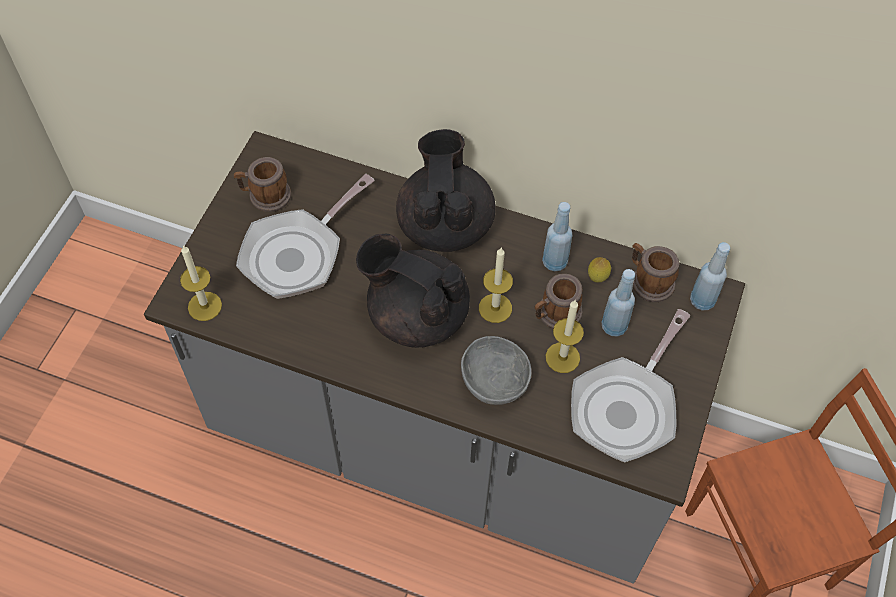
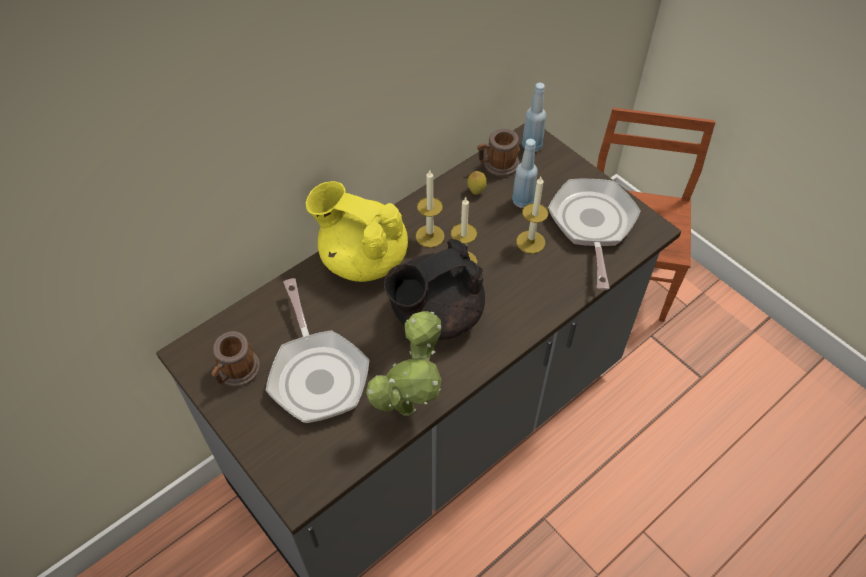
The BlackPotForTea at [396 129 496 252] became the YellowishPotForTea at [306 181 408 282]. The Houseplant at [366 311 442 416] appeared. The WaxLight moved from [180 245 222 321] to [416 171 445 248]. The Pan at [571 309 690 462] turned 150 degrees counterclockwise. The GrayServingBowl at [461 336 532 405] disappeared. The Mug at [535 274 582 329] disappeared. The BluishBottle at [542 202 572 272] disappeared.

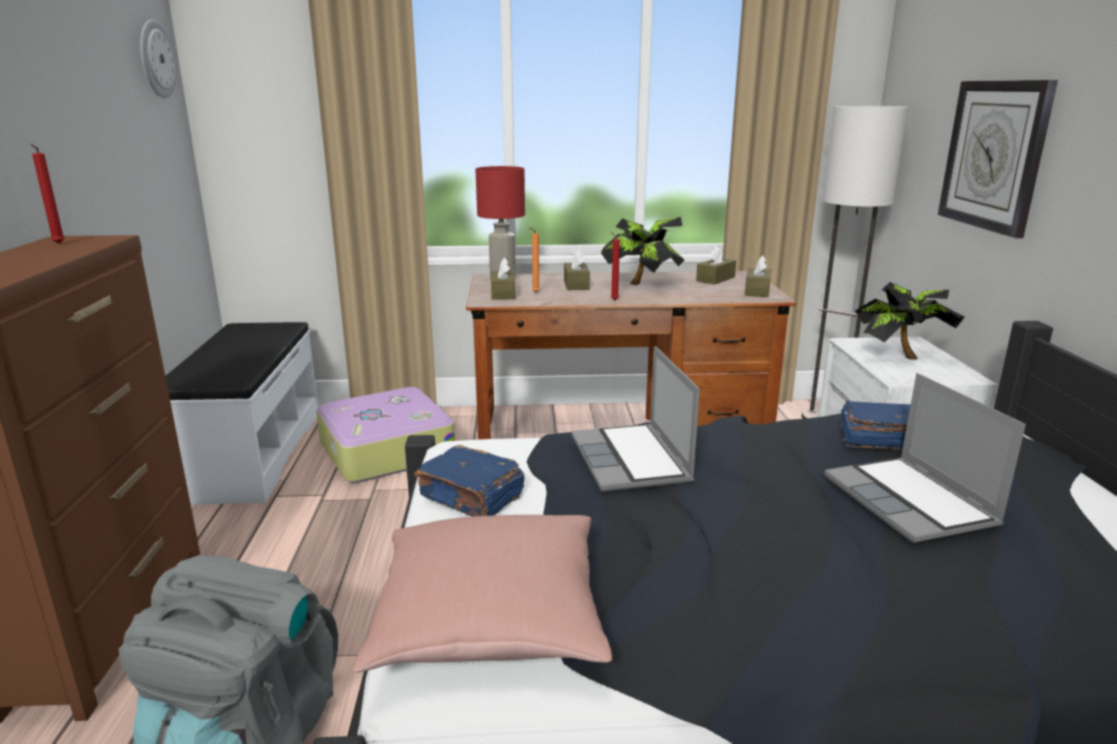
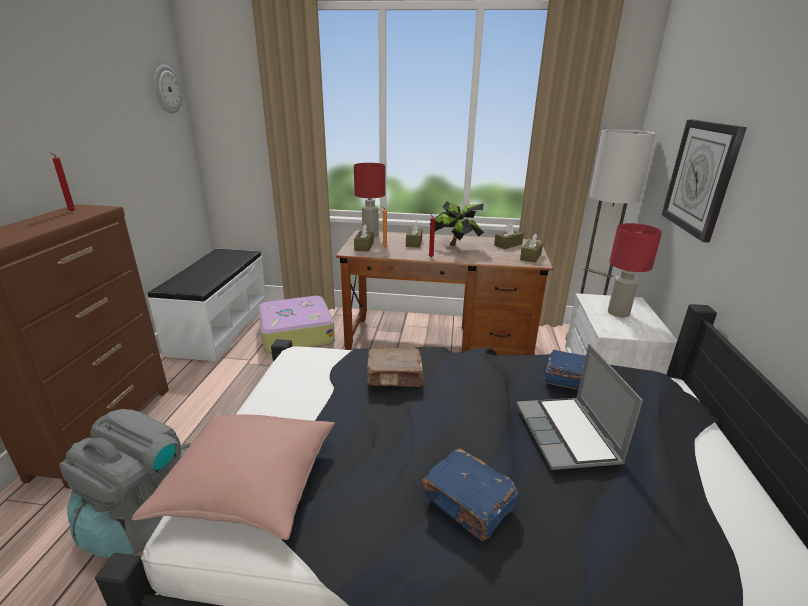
The Laptop at [571 346 700 492] was replaced by the BrownishBook at [367 348 423 387]. The BluishBook moved from [414 445 524 517] to [422 448 518 542]. The Houseplant at [855 282 965 360] was replaced by the RedColouredTabletopLamp at [608 223 662 317].

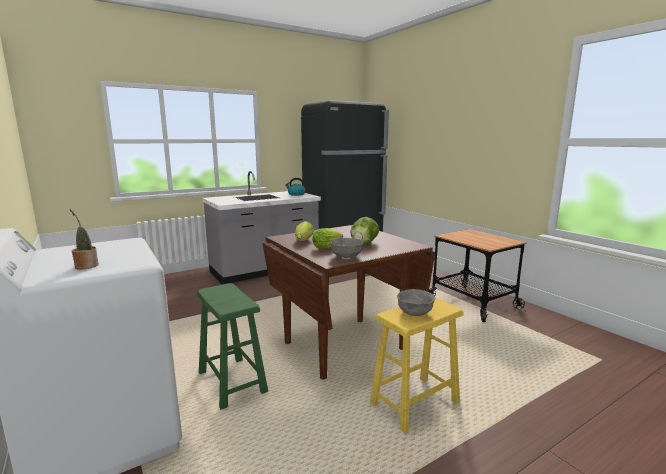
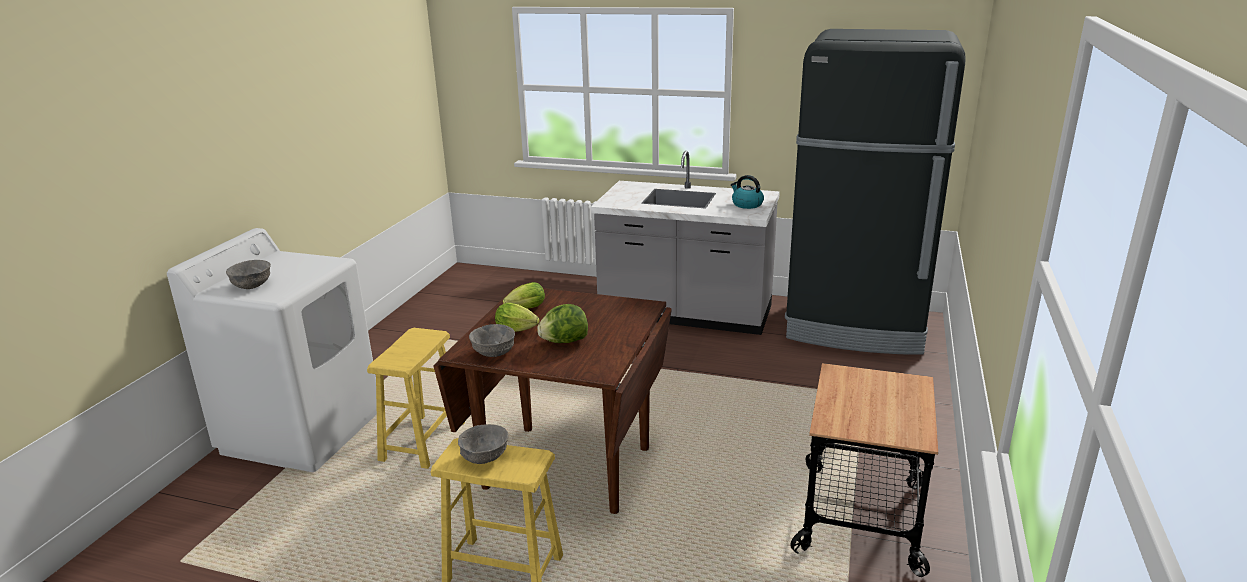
The Houseplant at [70 209 99 269] was replaced by the GrayServingBowl at [226 260 271 289]. The GreenStoolSeat at [197 283 268 410] became the YellowishStoolSeat at [367 328 465 469].

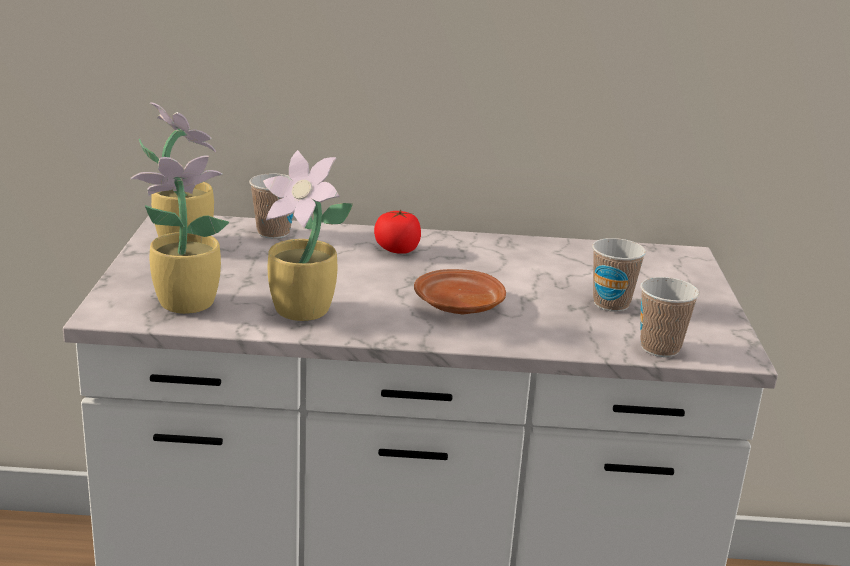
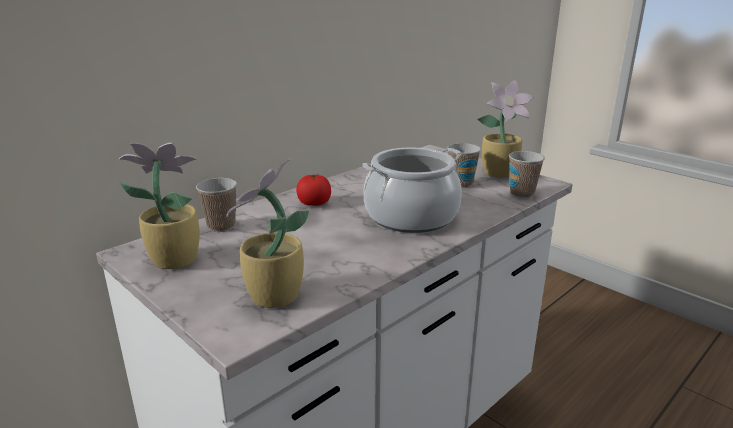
The BrownishDinnerPlate at [414 269 506 314] was replaced by the Saucepot at [362 148 462 233]. The Houseplant moved from [263 150 353 321] to [478 80 534 178].

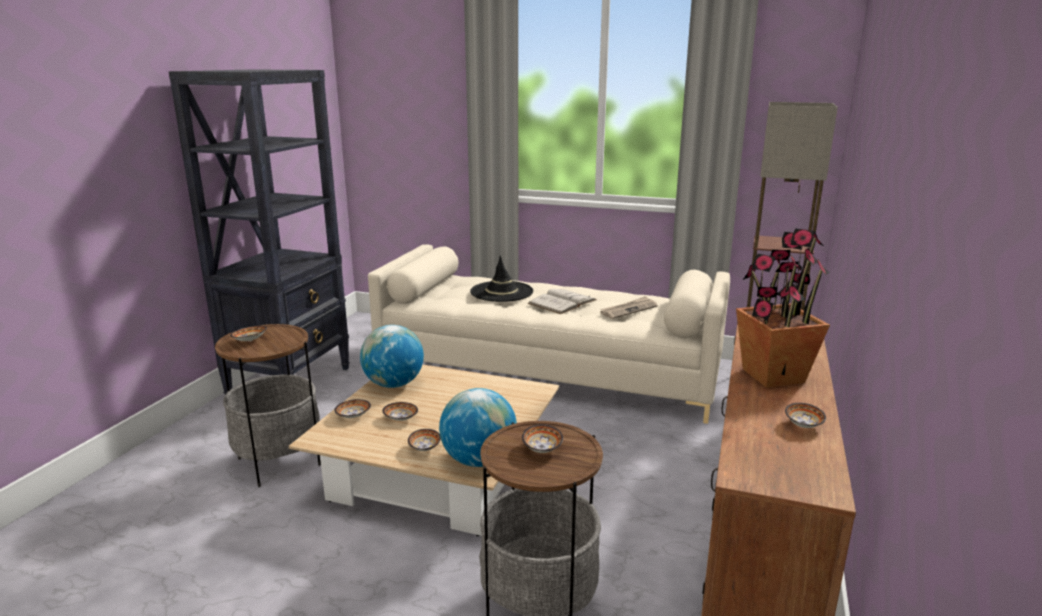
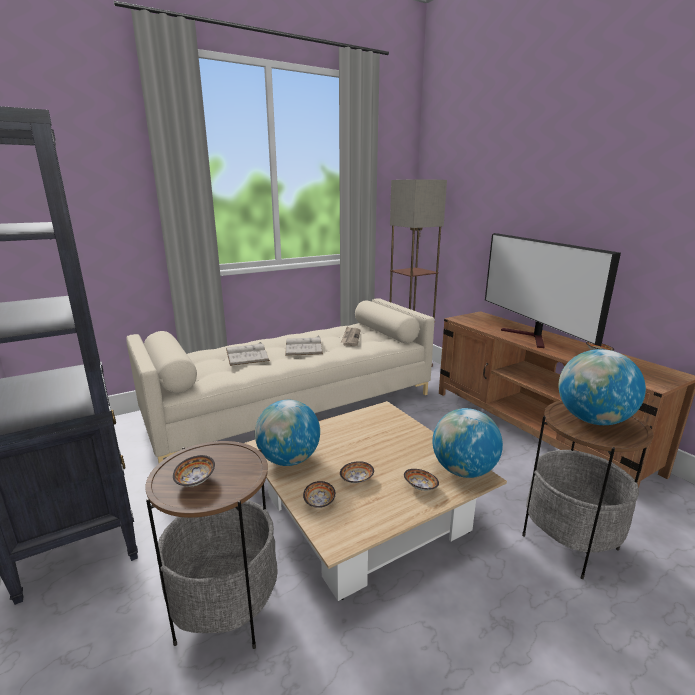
The BlackClothingHat at [470 255 533 302] was replaced by the WhiteBook at [226 342 270 366]. The Houseplant at [736 228 830 388] was replaced by the Television at [485 233 621 348]. The ServingBowl at [522 424 563 453] was replaced by the WorldGlobe at [559 349 646 425].

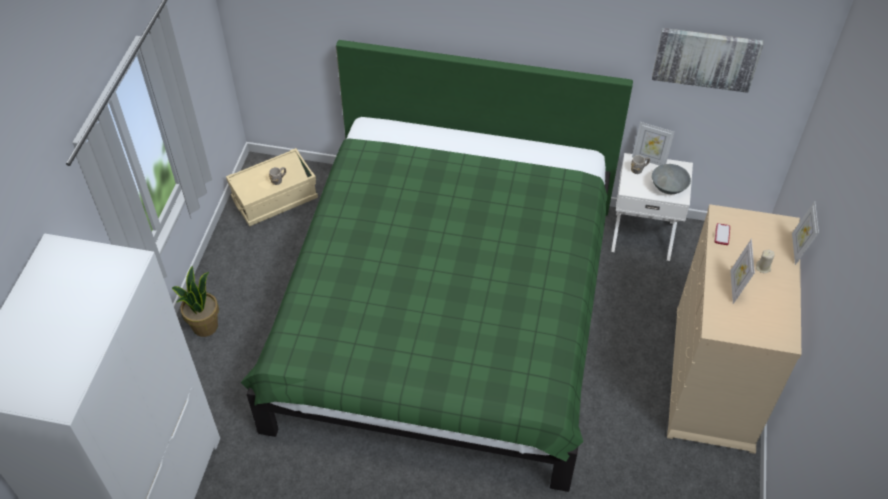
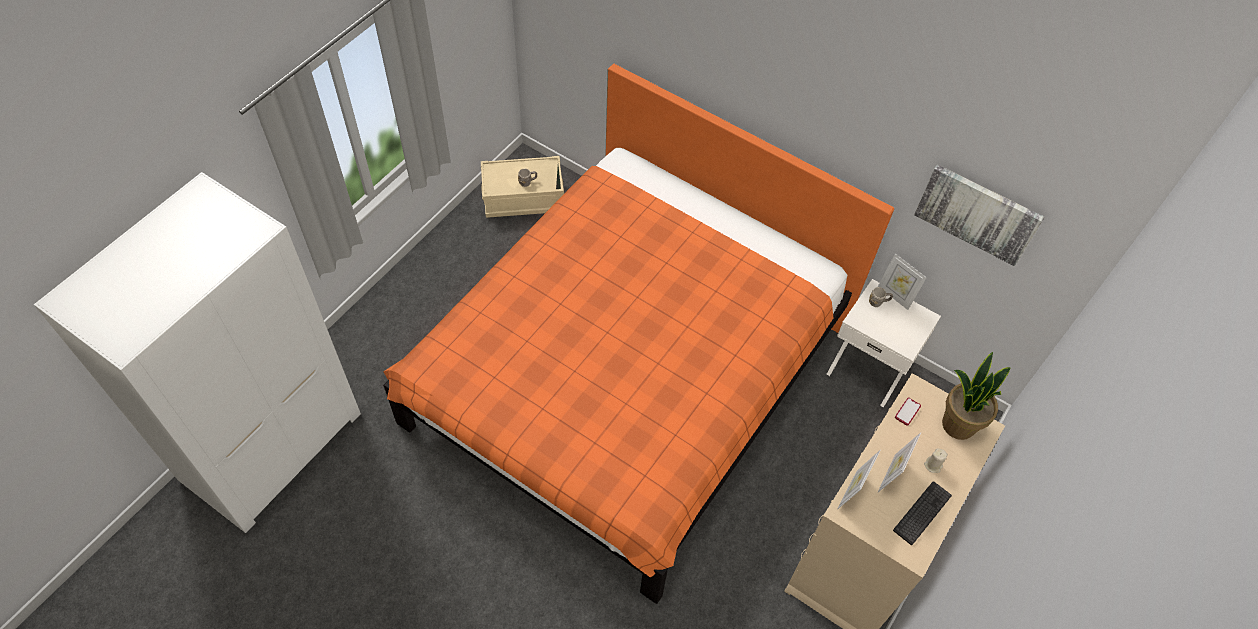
The GreenSleepingBed at [240 40 633 492] became the OrangeSleepingBed at [383 64 894 604]. The PhotoFrame moved from [792 201 819 265] to [837 450 881 509]. The PcKeyboard at [893 481 952 545] appeared. The Houseplant moved from [172 265 219 337] to [942 352 1011 440]. The GrayServingBowl at [652 164 691 194] disappeared.

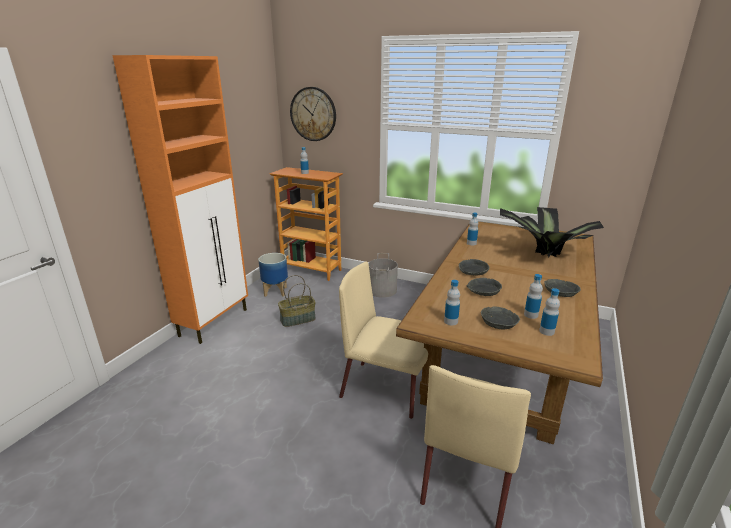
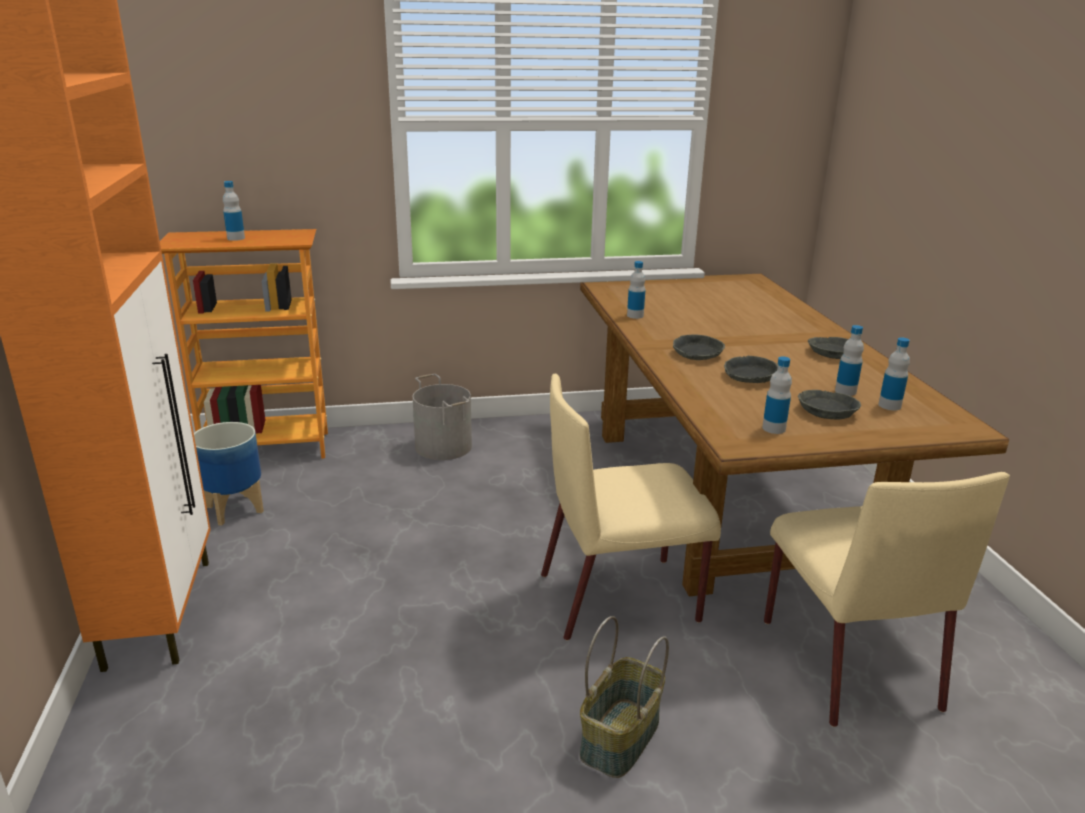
The HouseholdBasket moved from [278 275 316 327] to [580 616 669 778]. The ClockOnTheWall at [290 87 336 141] disappeared. The Houseplant at [500 207 604 257] disappeared.

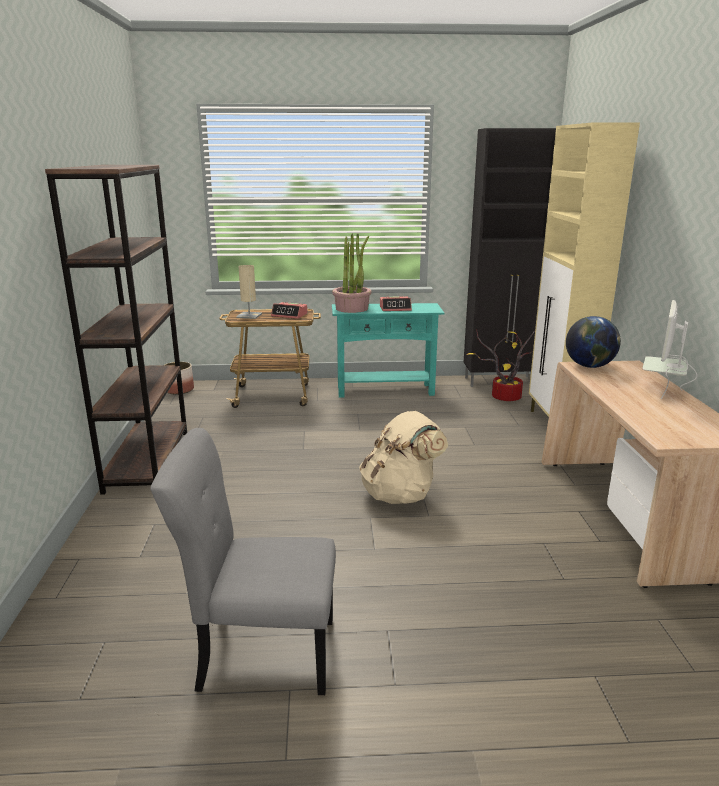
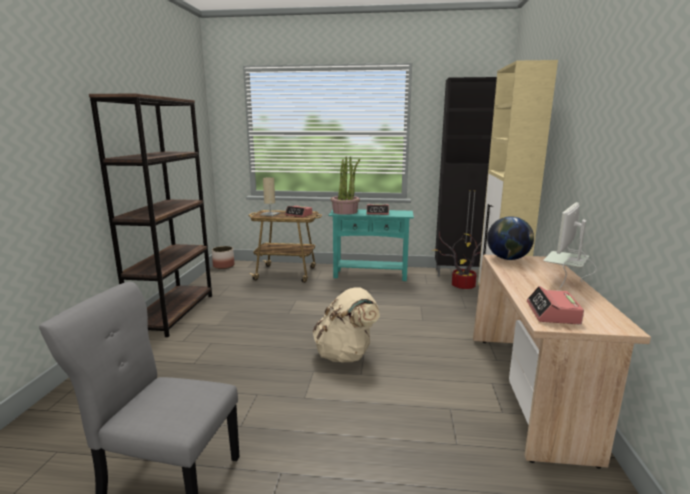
The AlarmClock at [527 286 584 325] appeared.

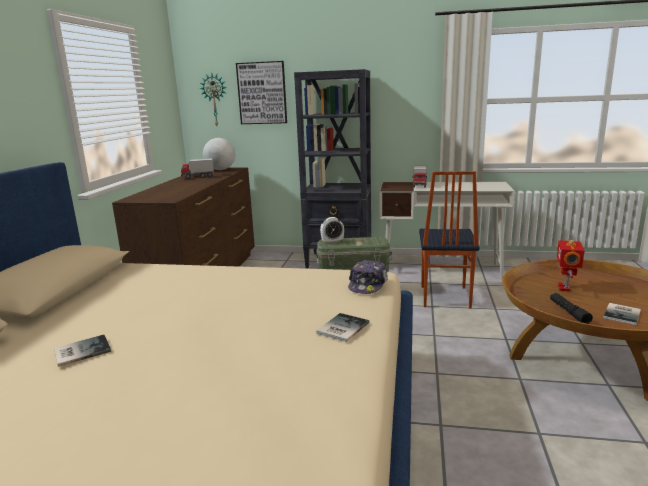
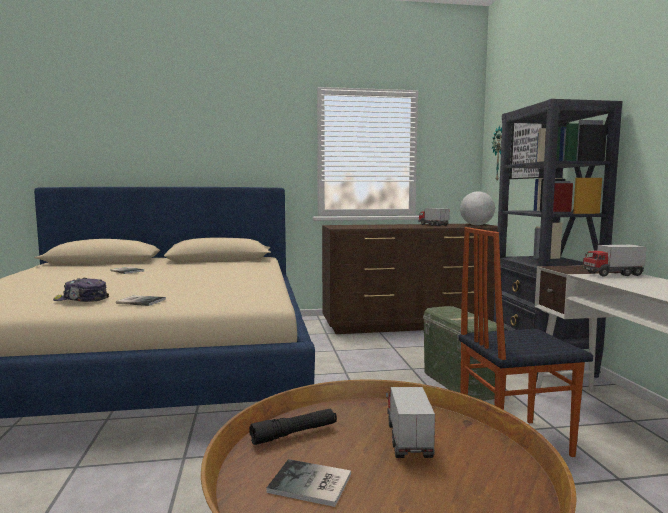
The Cap moved from [348 260 388 294] to [53 278 109 302]. The RobotFigure at [557 240 585 292] was replaced by the ToyTruck at [386 387 435 458]. The AlarmClock at [320 217 344 244] disappeared.

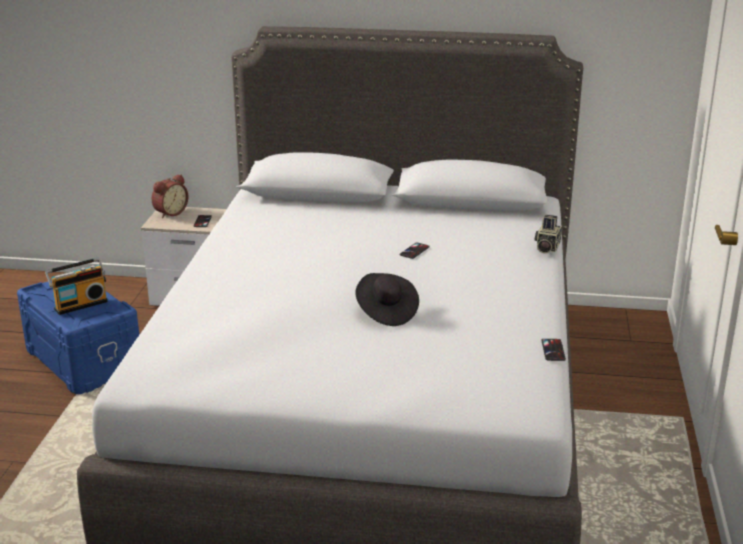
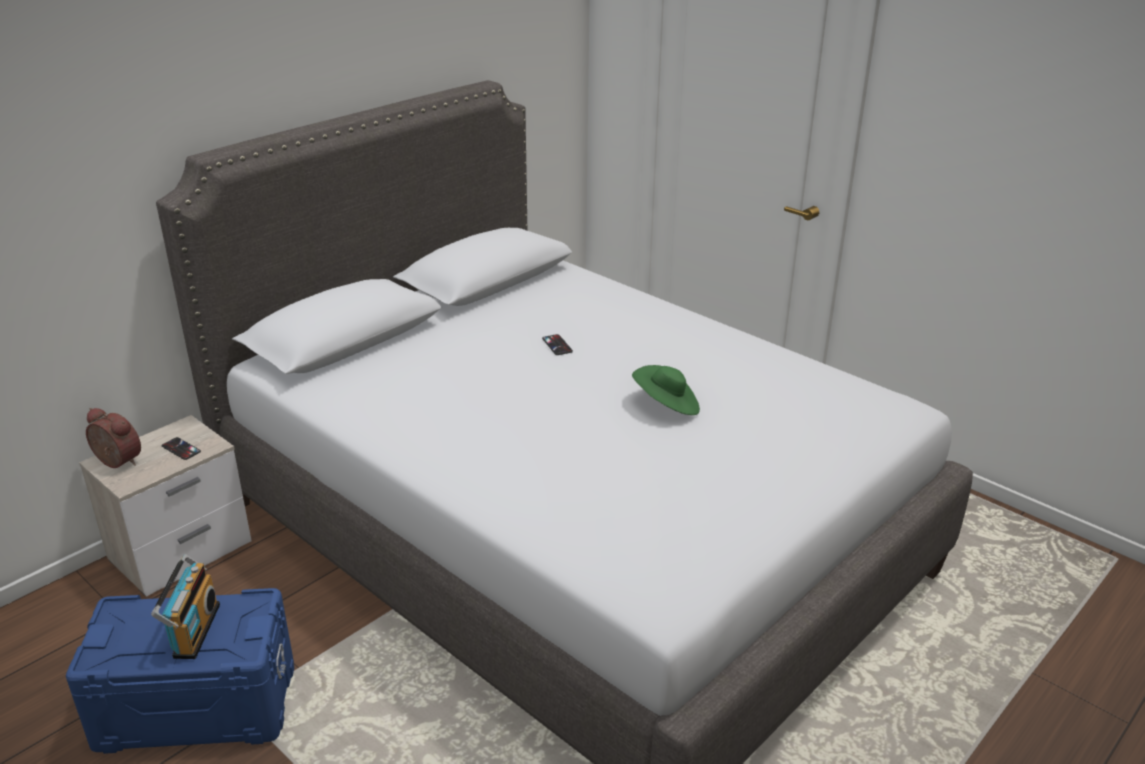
The AlarmClock at [152 174 189 218] turned 45 degrees counterclockwise. The BlackClothingHat at [355 273 419 326] became the GreenClothingHat at [632 365 700 415]. The PhotoCamera at [535 215 562 253] disappeared. The Phone at [541 339 566 361] disappeared.

